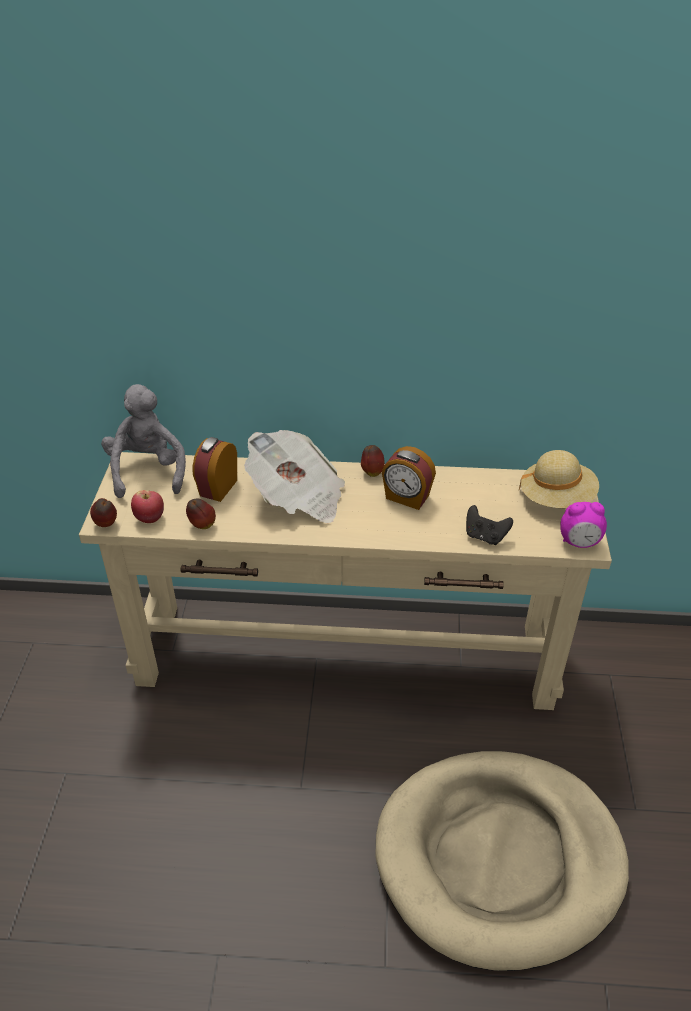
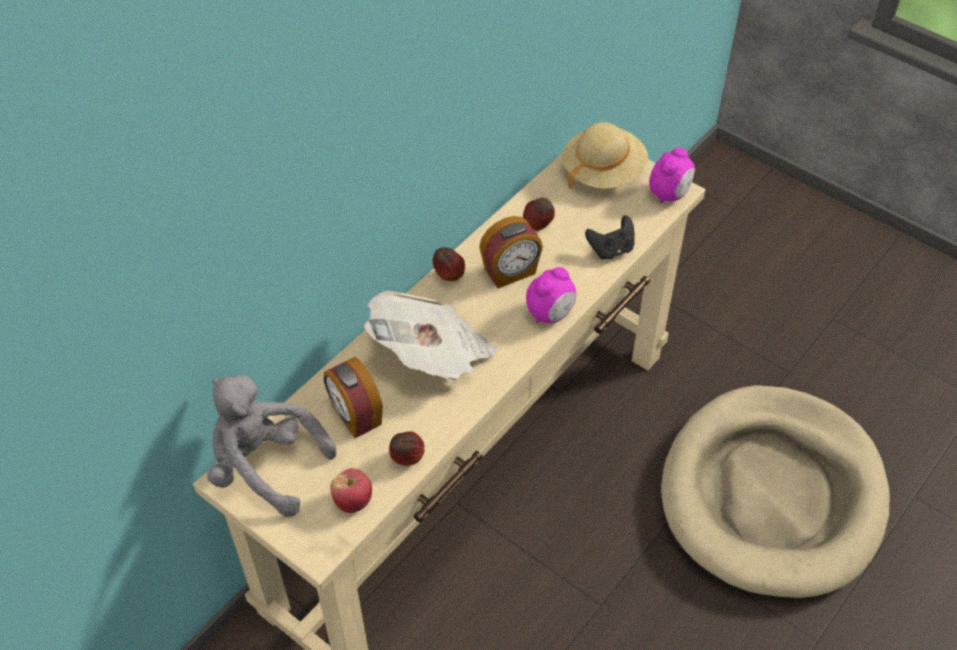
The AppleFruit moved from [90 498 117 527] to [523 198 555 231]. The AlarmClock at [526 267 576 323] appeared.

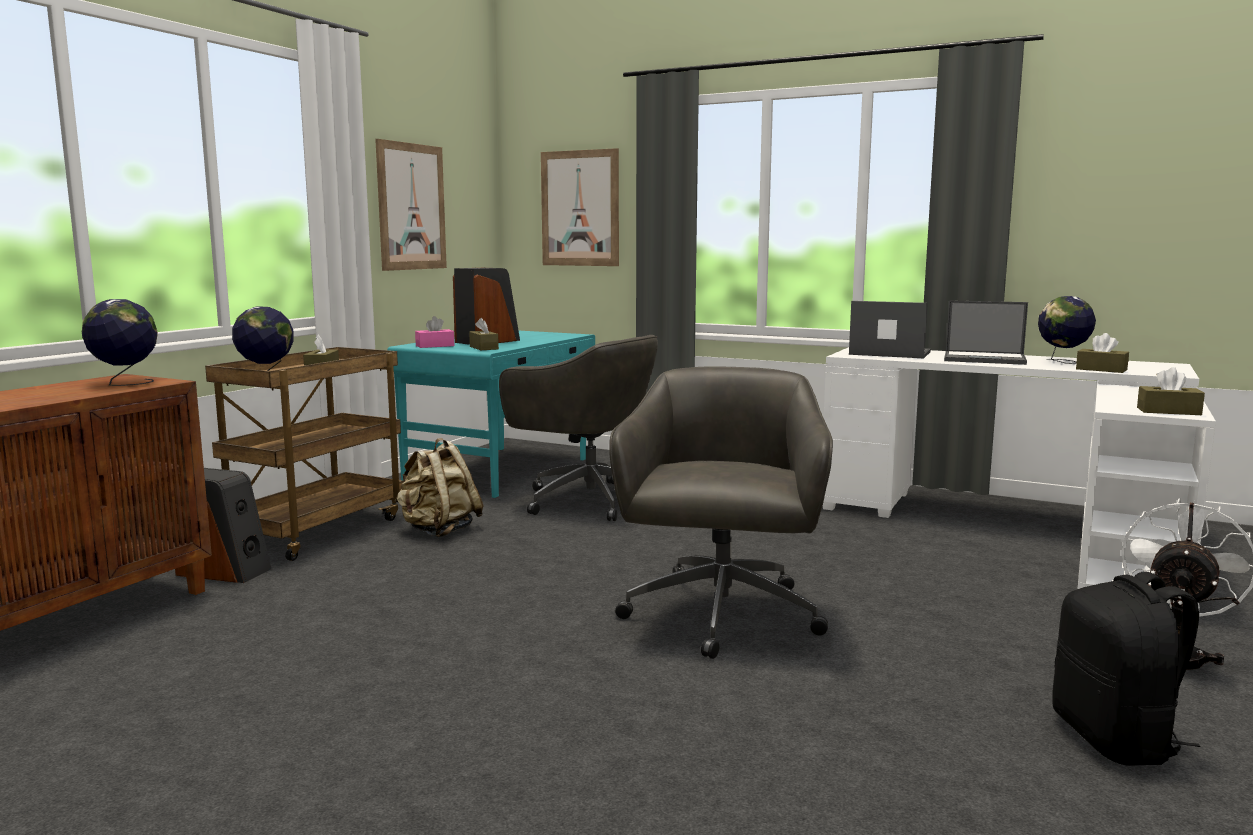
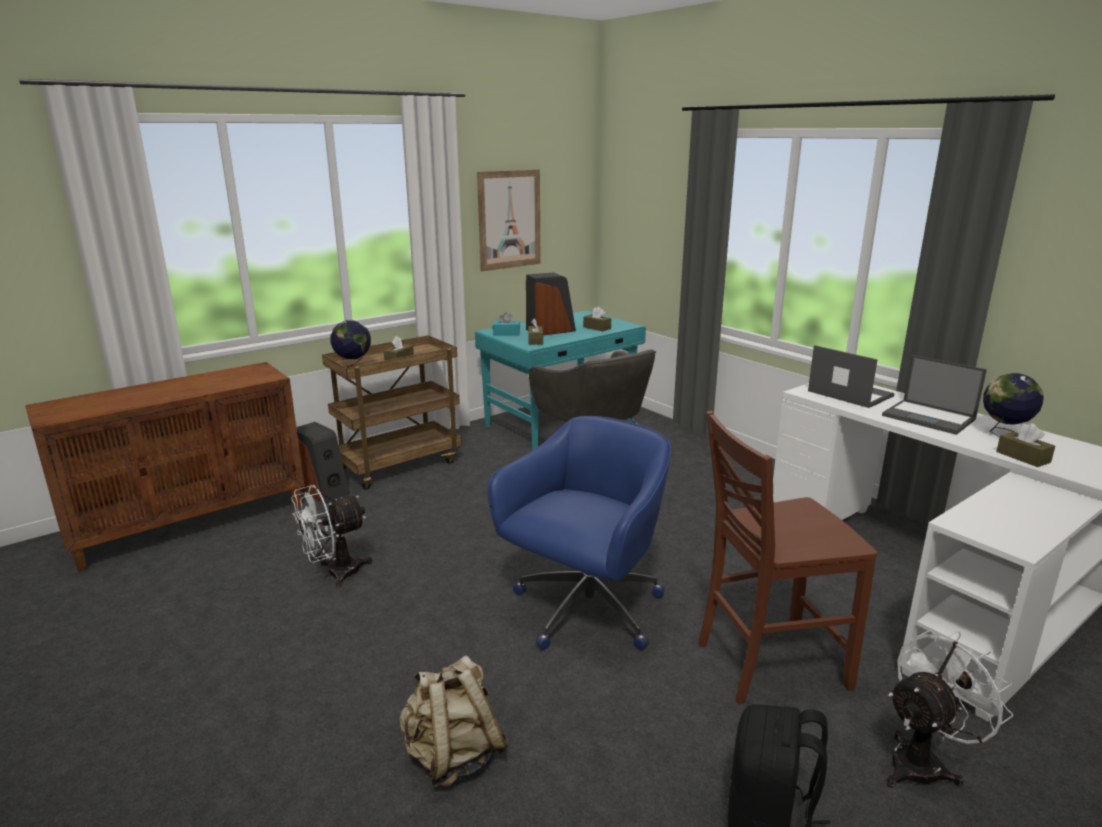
The WhiteFan at [291 485 372 588] appeared. The SandColouredBackpack moved from [395 438 484 537] to [399 655 508 788]. The GrayOfficeChair at [609 366 833 659] became the BluishOfficeChair at [488 416 672 650]. The PinkishTissueBox at [415 316 454 348] became the TurquoiseTissueBox at [493 312 520 336]. The BrownishTissueBox moved from [1137 367 1205 415] to [583 307 611 331]. The BrownishChair at [699 411 877 705] appeared. The WorldGlobe at [82 299 158 386] disappeared. The WallArt at [541 148 619 266] disappeared.

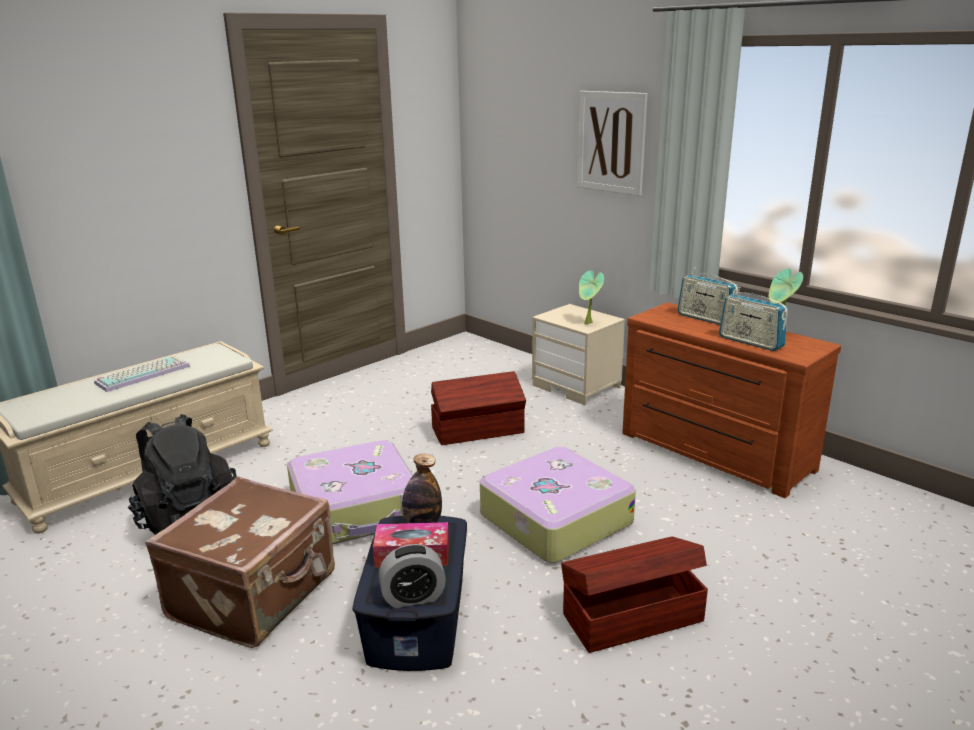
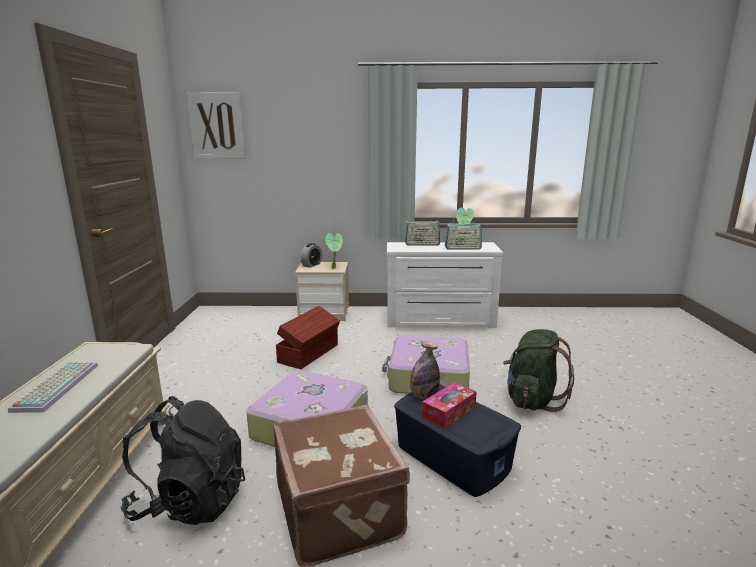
The WallArt moved from [577 91 648 196] to [187 92 246 159]. The AlarmClock moved from [379 544 446 608] to [301 243 322 268]. The BrownishDresser at [622 302 841 498] became the WhiteDresser at [387 242 503 328]. The BrownishStorageBin at [561 537 708 653] was replaced by the GreenBackpack at [503 329 574 412].

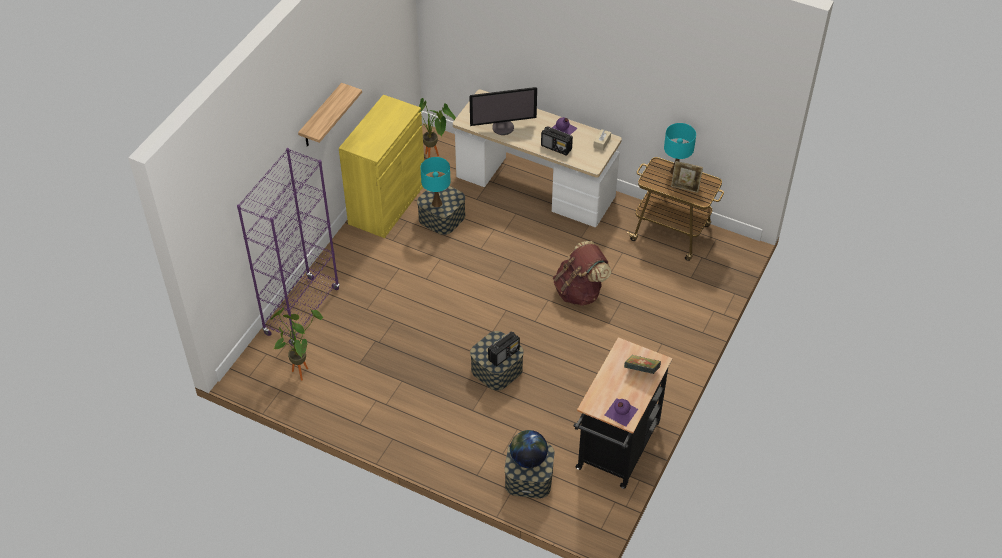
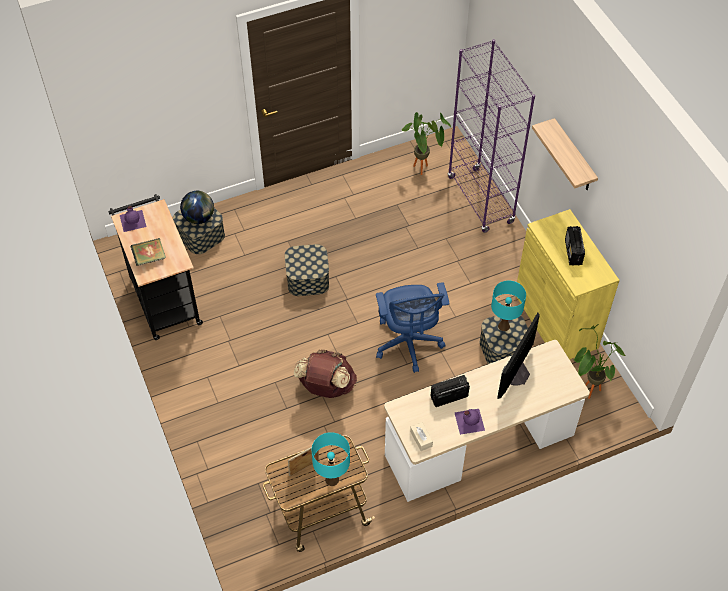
The BluishOfficeChair at [376 282 450 373] appeared. The RadioSet moved from [488 331 520 366] to [565 226 585 266].

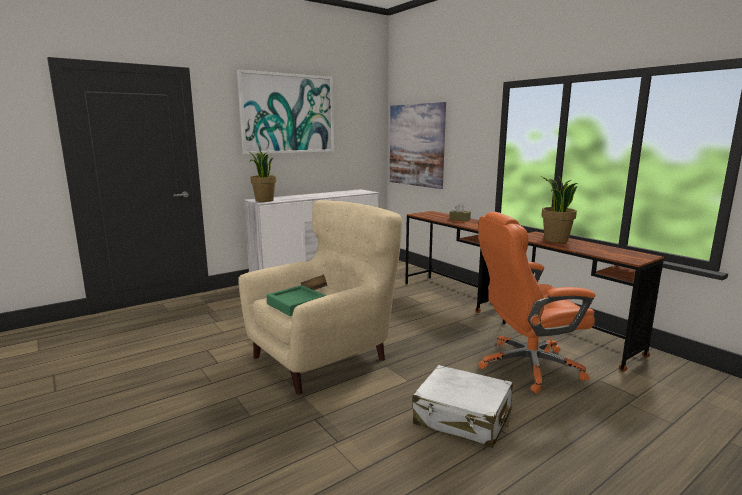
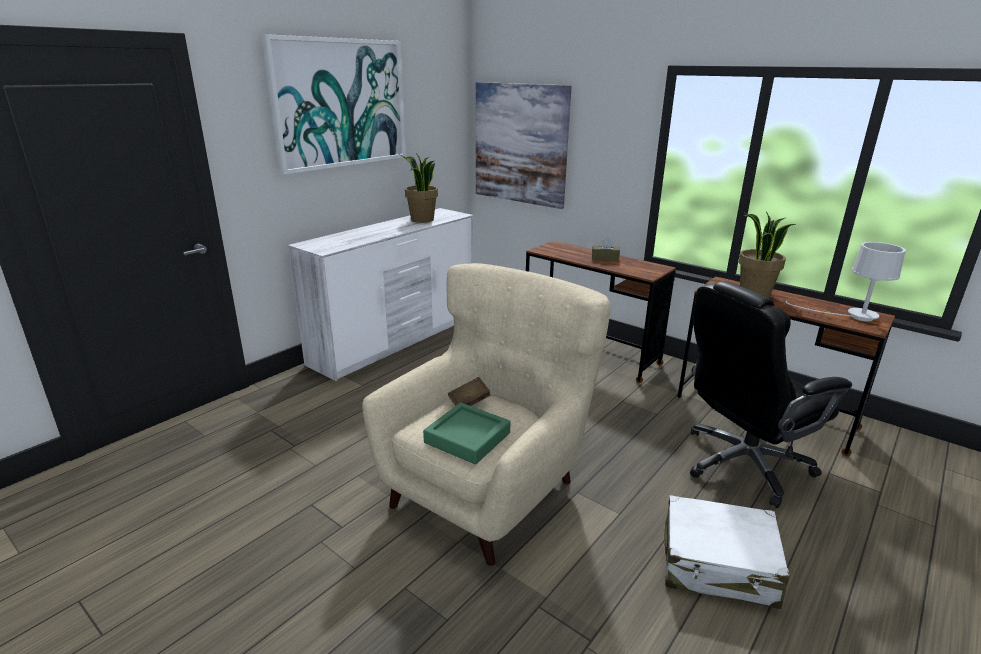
The Houseplant moved from [248 150 276 202] to [400 153 438 223]. The OrangeOfficeChair at [478 212 596 394] became the BlackOfficeChair at [690 281 852 508]. The WhiteTabletopLamp at [785 242 906 321] appeared.

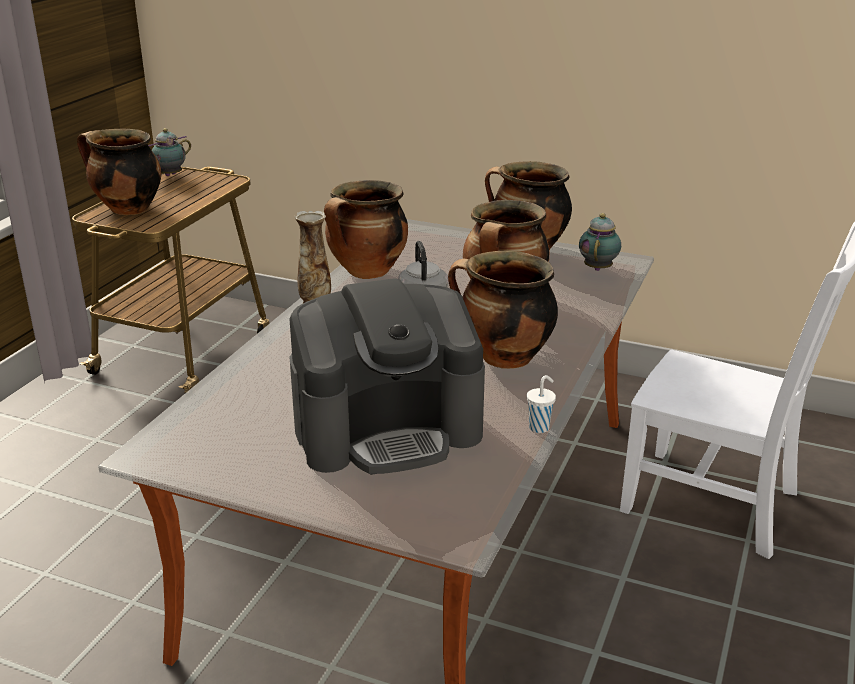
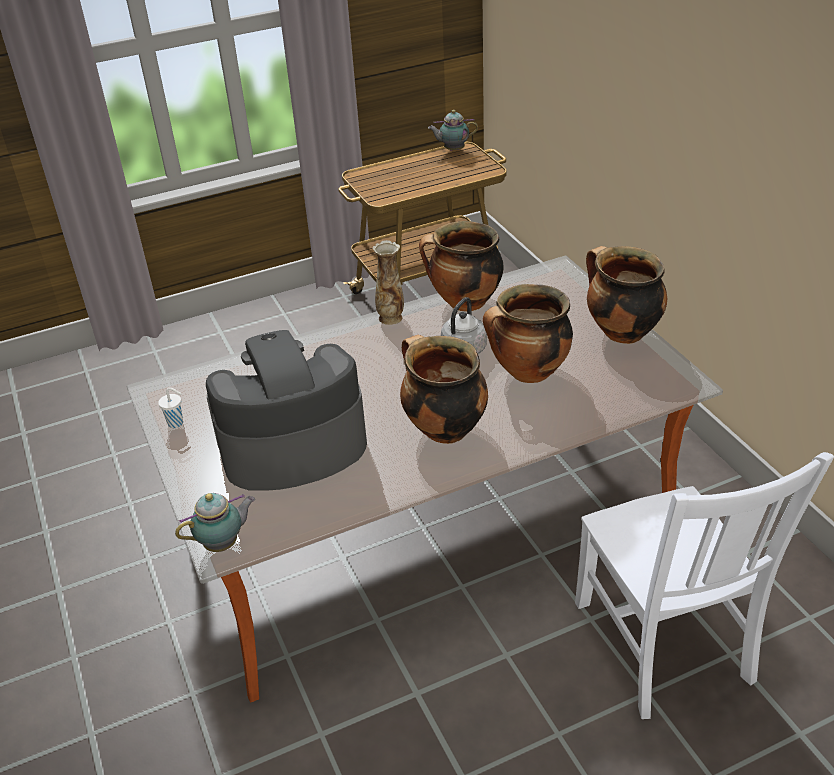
The WhiteDrinkingCup moved from [527 375 556 433] to [158 387 183 428]. The PotForTea moved from [579 213 621 271] to [175 493 255 552]. The CoffeeMachine at [290 279 485 475] turned 135 degrees clockwise. The Saucepot at [77 129 161 215] disappeared.

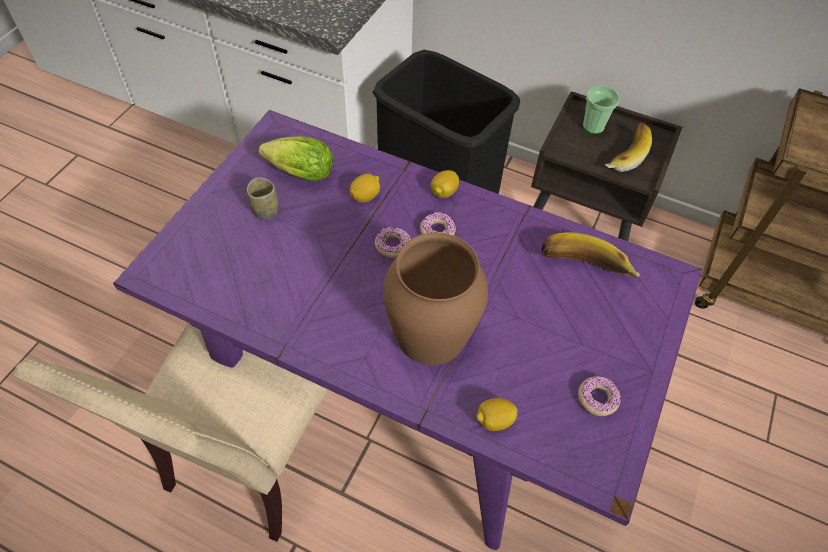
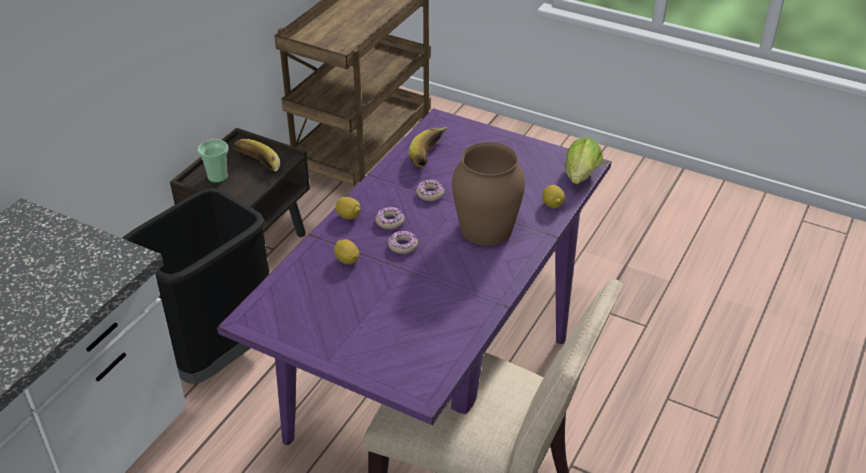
The Donut moved from [578 376 621 416] to [416 179 444 201]. The Lettuce moved from [259 136 333 182] to [565 137 603 184]. The DrinkingCup at [247 177 278 220] disappeared.

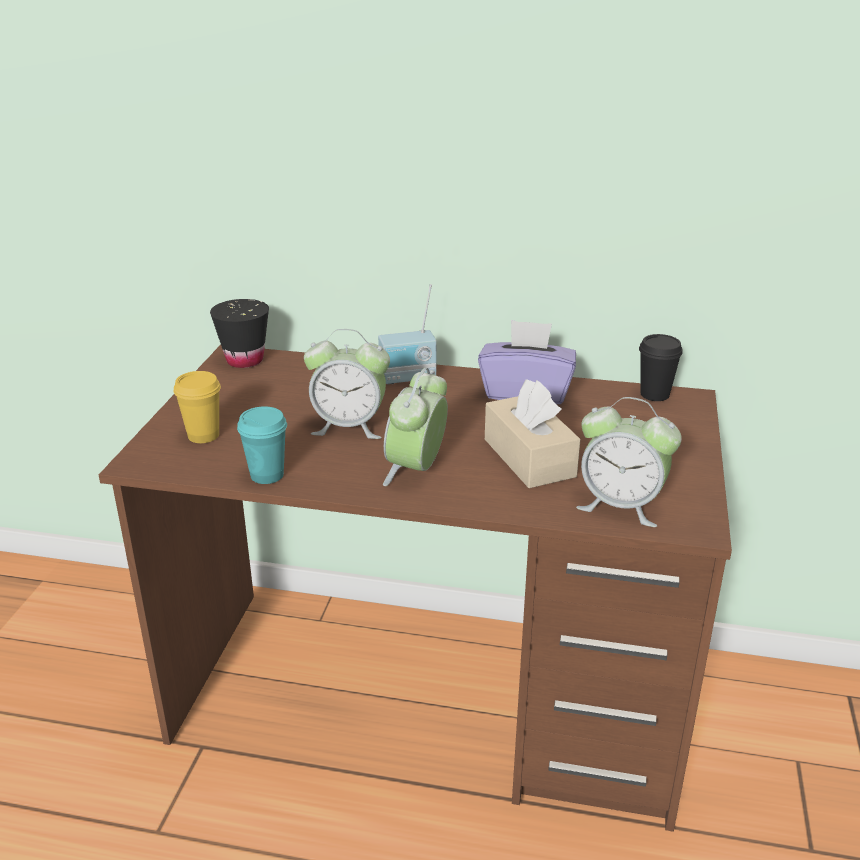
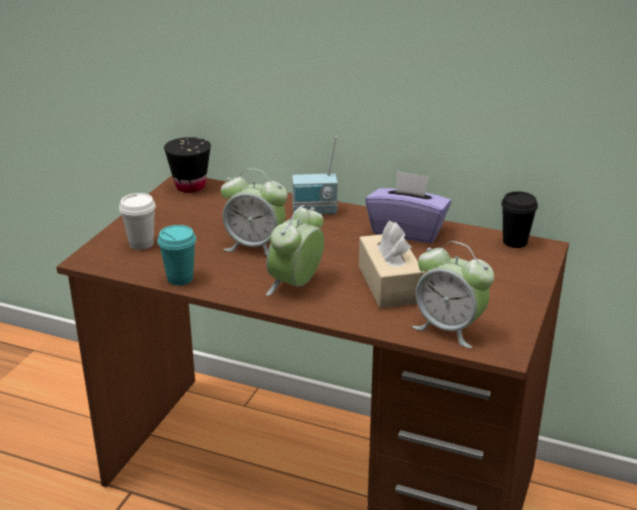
The YellowishDrinkingCup at [174 371 221 443] became the WhiteDrinkingCup at [119 193 156 250].

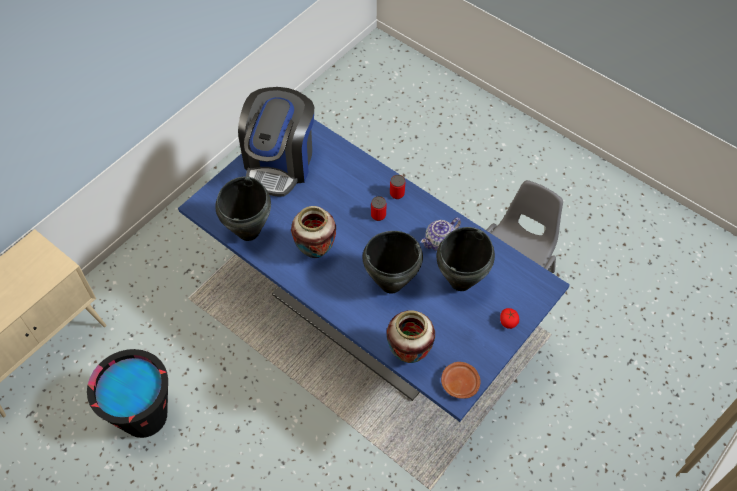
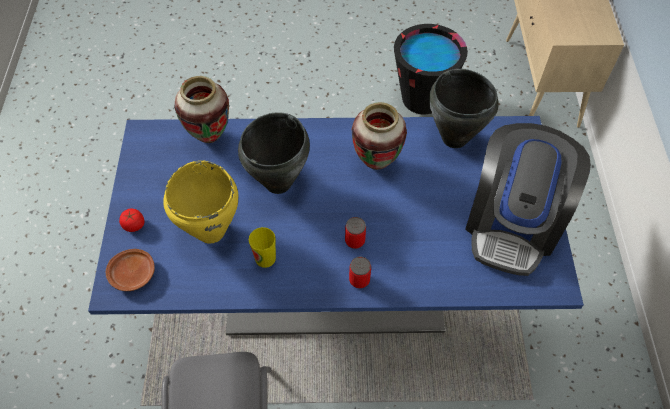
The BrownishDinnerPlate moved from [441 362 480 399] to [106 249 155 291]. The BlackSaucepot at [436 227 495 291] became the YellowishSaucepot at [163 160 239 243]. The PotForTea at [421 218 461 251] was replaced by the DrinkingCup at [249 227 276 268]. The CoffeeMachine at [238 87 314 196] turned 135 degrees counterclockwise.

